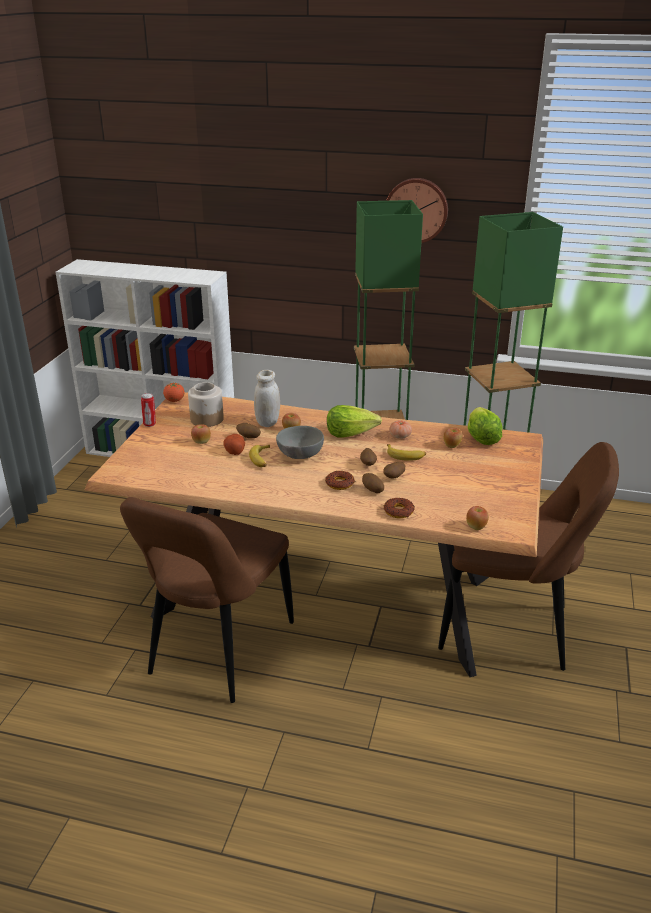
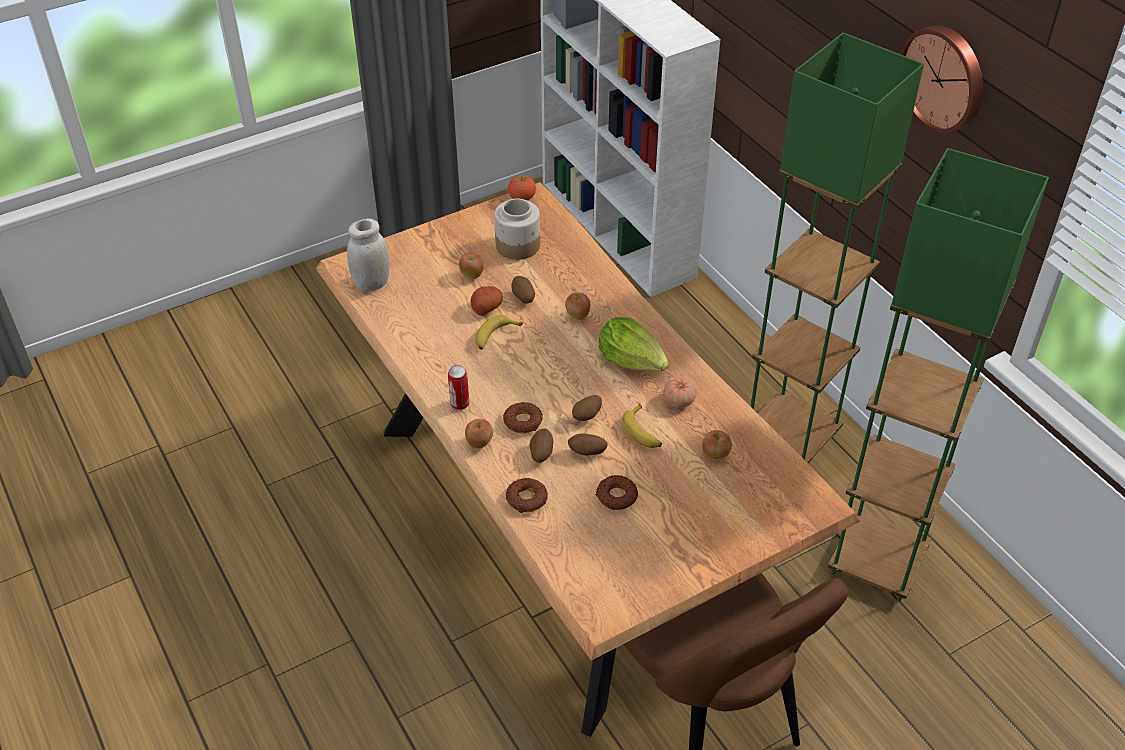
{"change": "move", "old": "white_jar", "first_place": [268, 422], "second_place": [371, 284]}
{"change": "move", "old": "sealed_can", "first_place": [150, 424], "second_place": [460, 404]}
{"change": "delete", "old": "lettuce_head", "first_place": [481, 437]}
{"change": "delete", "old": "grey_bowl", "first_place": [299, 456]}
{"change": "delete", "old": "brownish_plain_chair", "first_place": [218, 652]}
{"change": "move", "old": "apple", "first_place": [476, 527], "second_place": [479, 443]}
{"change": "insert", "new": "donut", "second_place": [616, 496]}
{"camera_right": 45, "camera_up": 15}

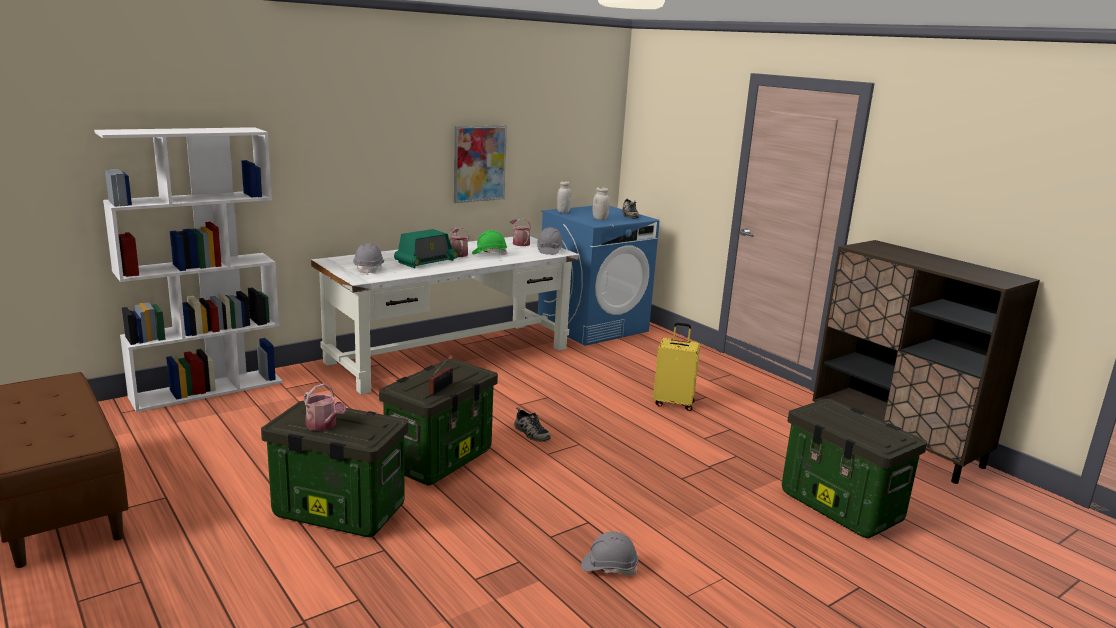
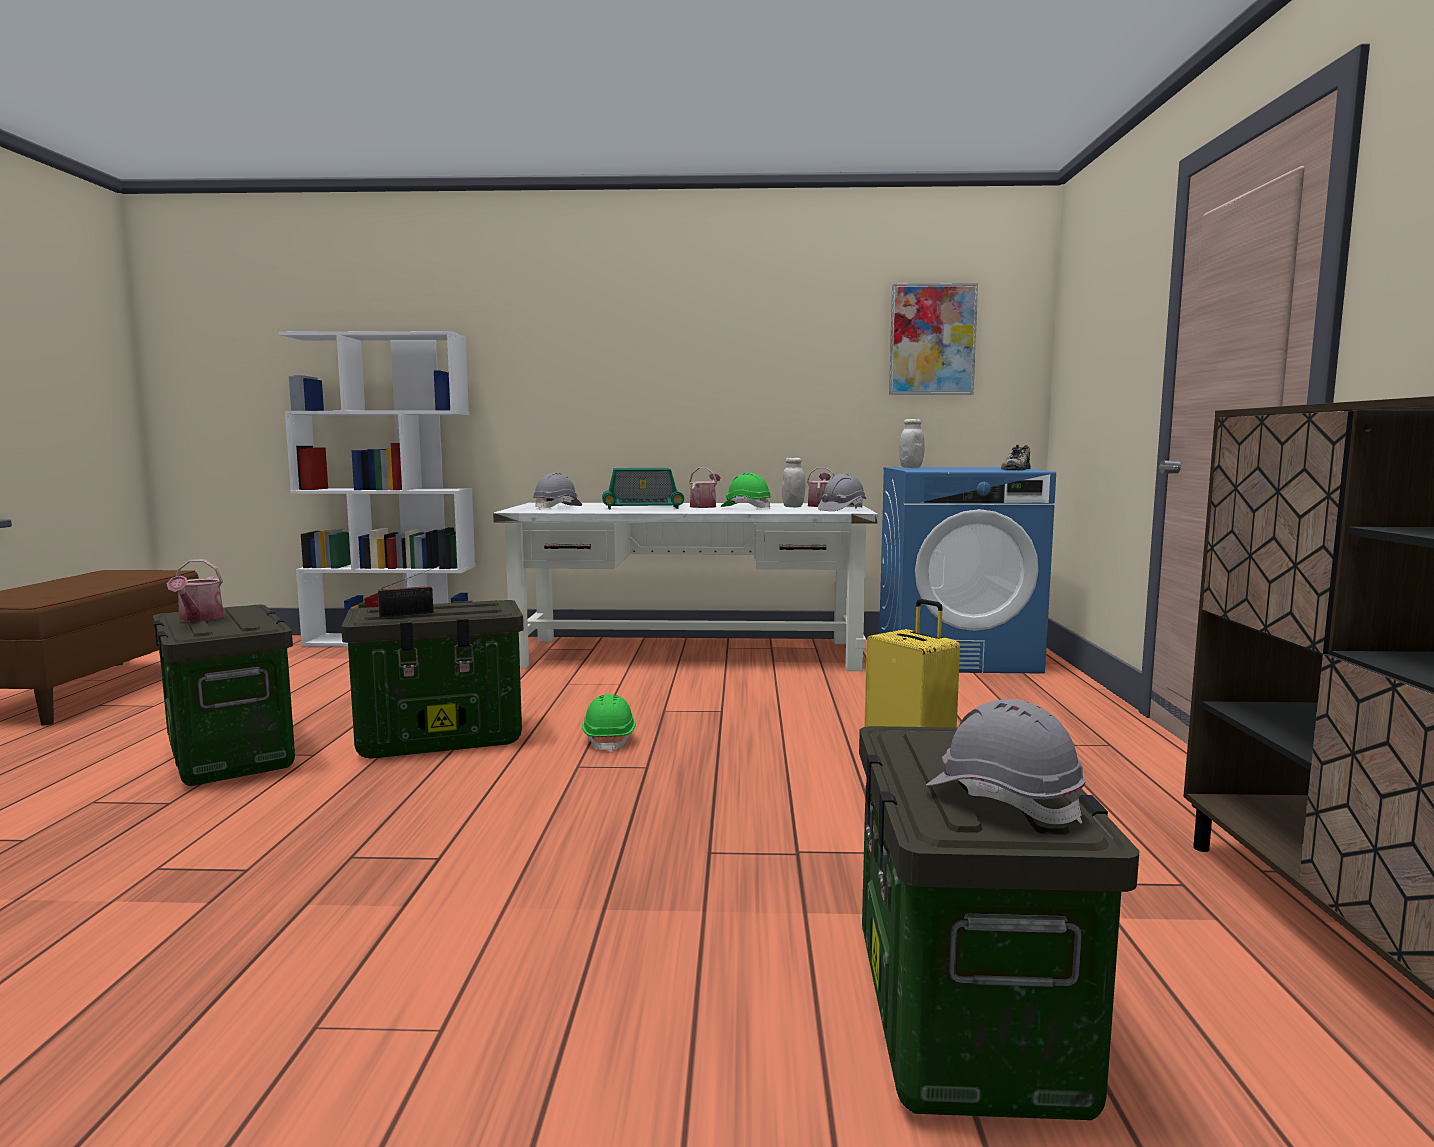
{"change": "move", "old": "wall_art", "first_place": [479, 163], "second_place": [932, 339]}
{"change": "move", "old": "white_jar", "first_place": [600, 219], "second_place": [793, 507]}
{"change": "replace", "old": "low_shoe", "new": "green_work_helmet", "first_place": [530, 433], "second_place": [609, 740]}
{"change": "move", "old": "grey_work_helmet", "first_place": [609, 567], "second_place": [1003, 800]}
{"camera_right": 40, "camera_up": -10}

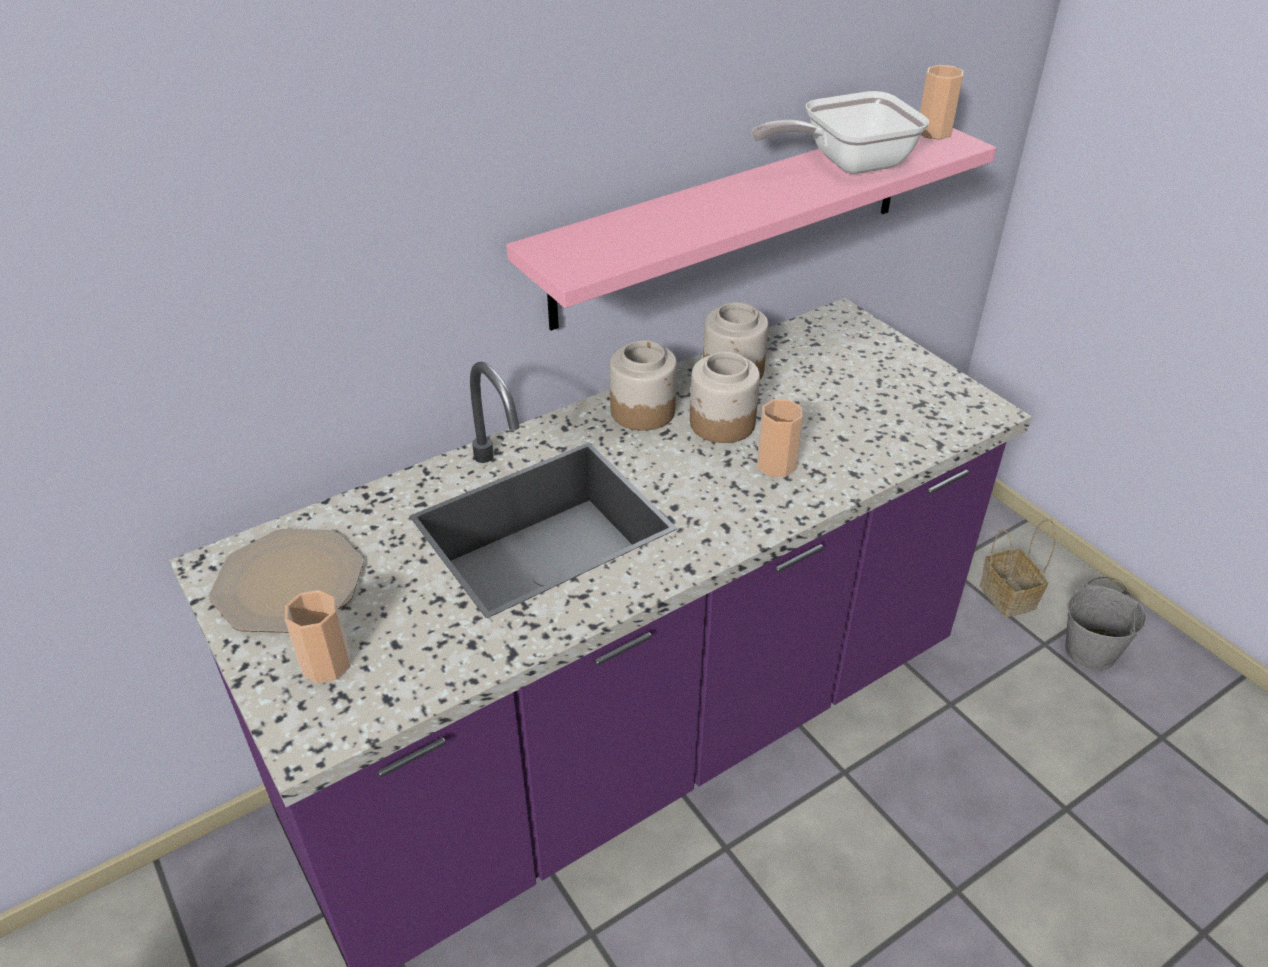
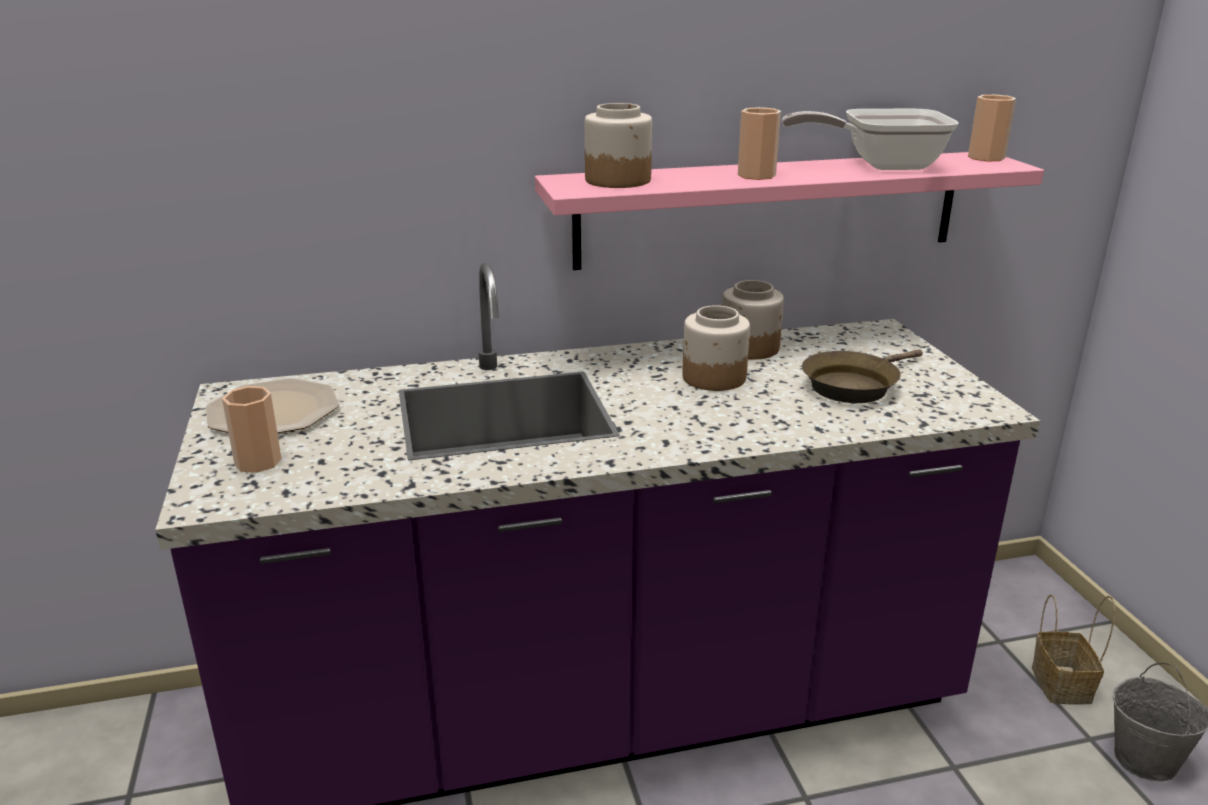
{"change": "move", "old": "jar", "first_place": [643, 410], "second_place": [618, 180]}
{"change": "move", "old": "cup", "first_place": [776, 465], "second_place": [756, 175]}
{"change": "insert", "new": "brownish_frying_pan", "second_place": [854, 385]}
{"camera_right": 20, "camera_up": -15}

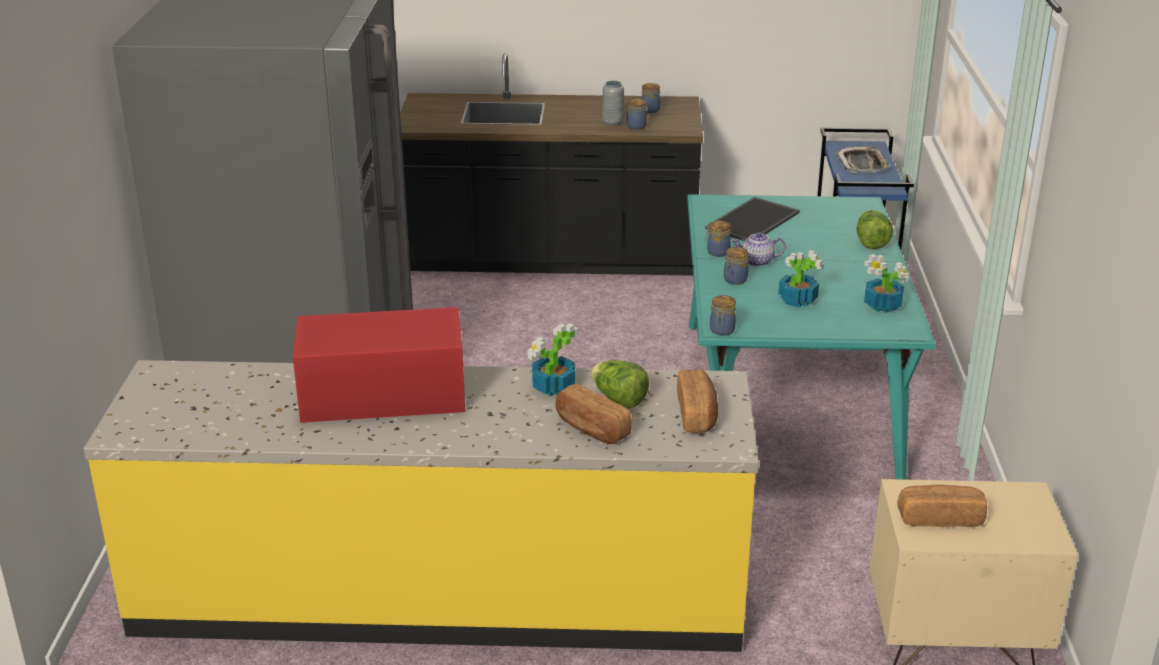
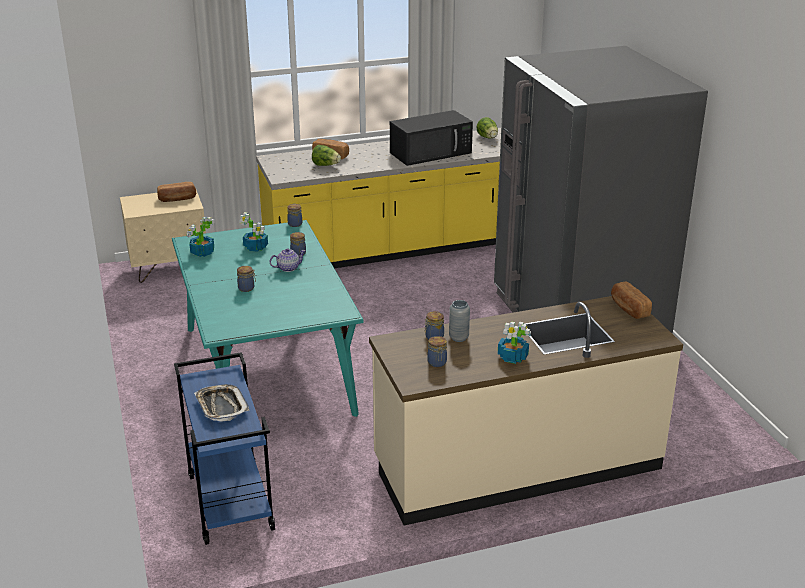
{"change": "recolor", "old": "black-coloured_counter", "new": "sand-coloured_counter", "first_place": [551, 259], "second_place": [516, 465]}
{"change": "delete", "old": "carrying_tray", "first_place": [752, 220]}
{"change": "move", "old": "lettuce_head", "first_place": [871, 242], "second_place": [488, 138]}
{"change": "move", "old": "jar", "first_place": [717, 252], "second_place": [247, 288]}
{"change": "recolor", "old": "reddish_kitchen_microwave", "new": "black-coloured_kitchen_microwave", "first_place": [380, 395], "second_place": [431, 152]}
{"change": "move", "old": "plant_in_a_pot", "first_place": [552, 387], "second_place": [513, 357]}
{"change": "move", "old": "bakery_bread", "first_place": [697, 414], "second_place": [628, 309]}
{"camera_right": 160, "camera_up": 0}

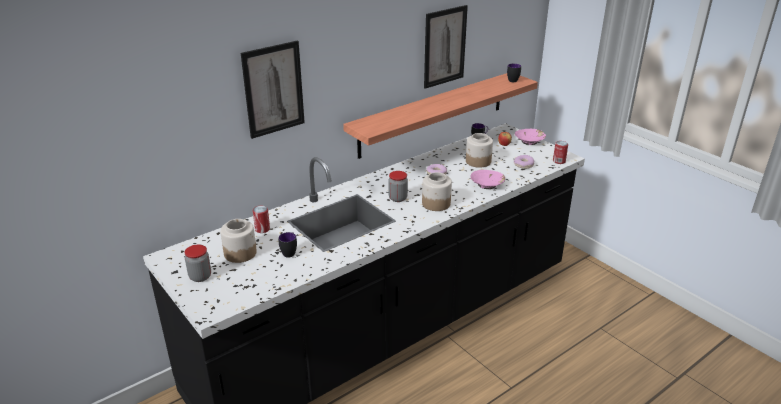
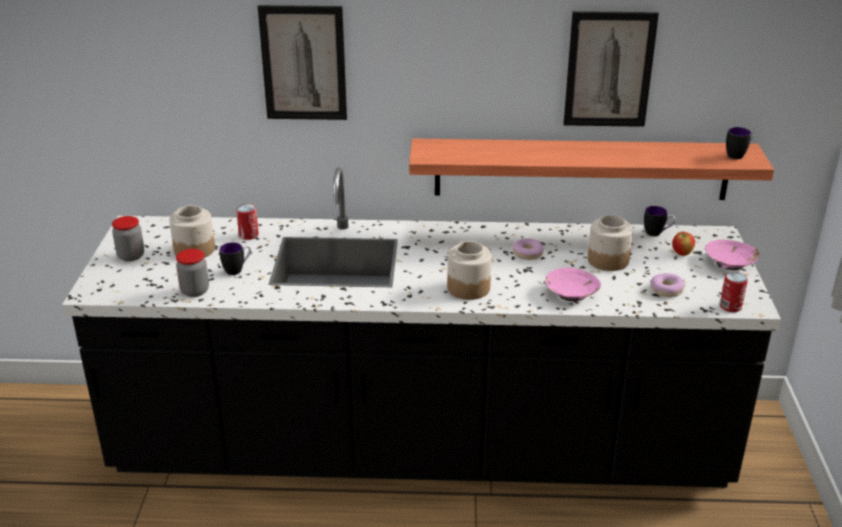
{"change": "move", "old": "jar", "first_place": [398, 198], "second_place": [195, 291]}
{"camera_right": 40, "camera_up": 0}

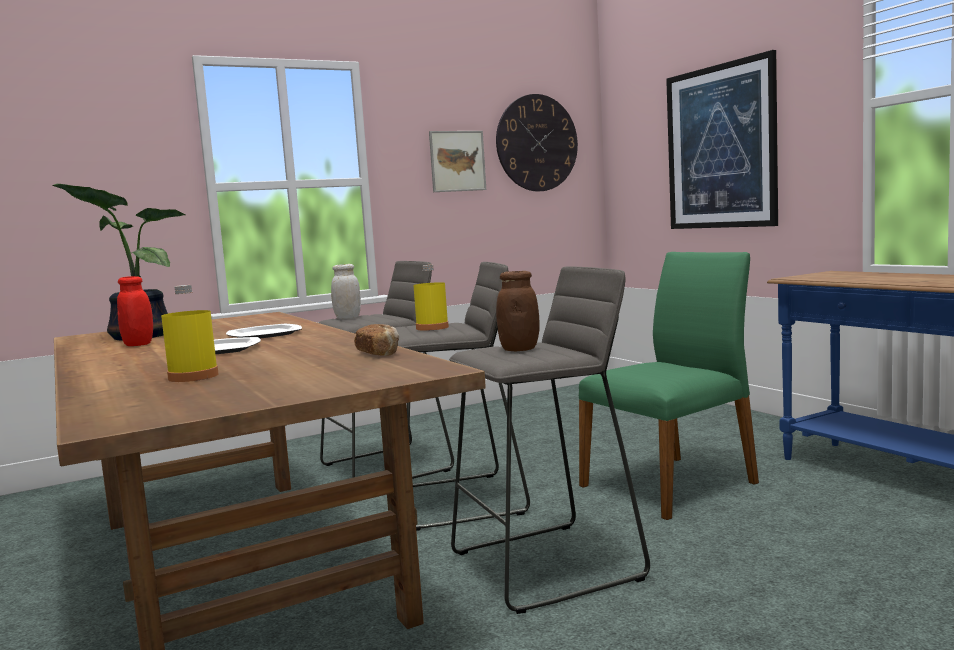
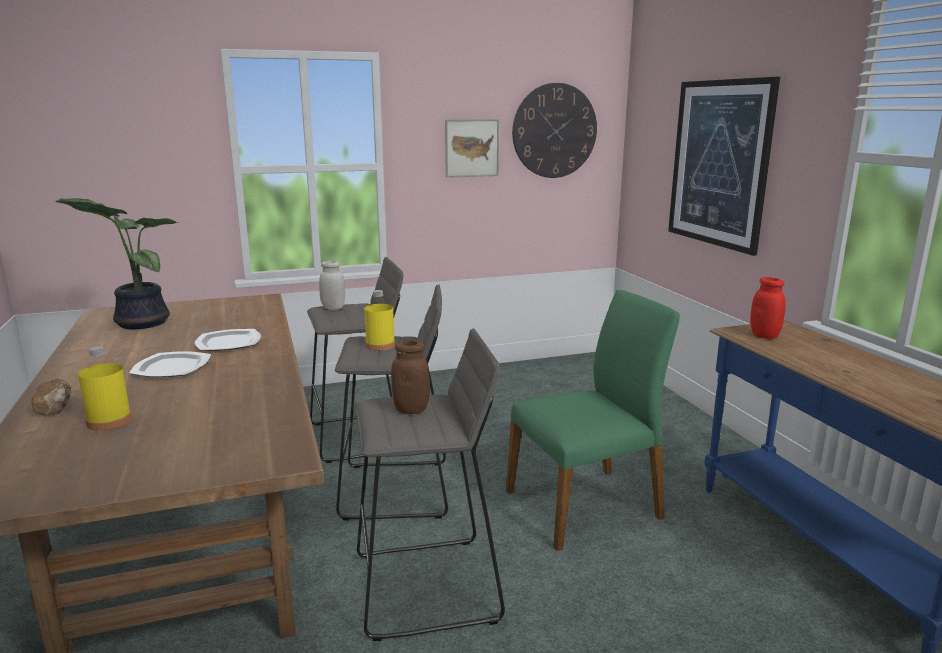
{"change": "move", "old": "reddish_jar", "first_place": [138, 344], "second_place": [764, 335]}
{"change": "move", "old": "bakery_bread", "first_place": [379, 353], "second_place": [55, 408]}
{"camera_right": 10, "camera_up": 10}

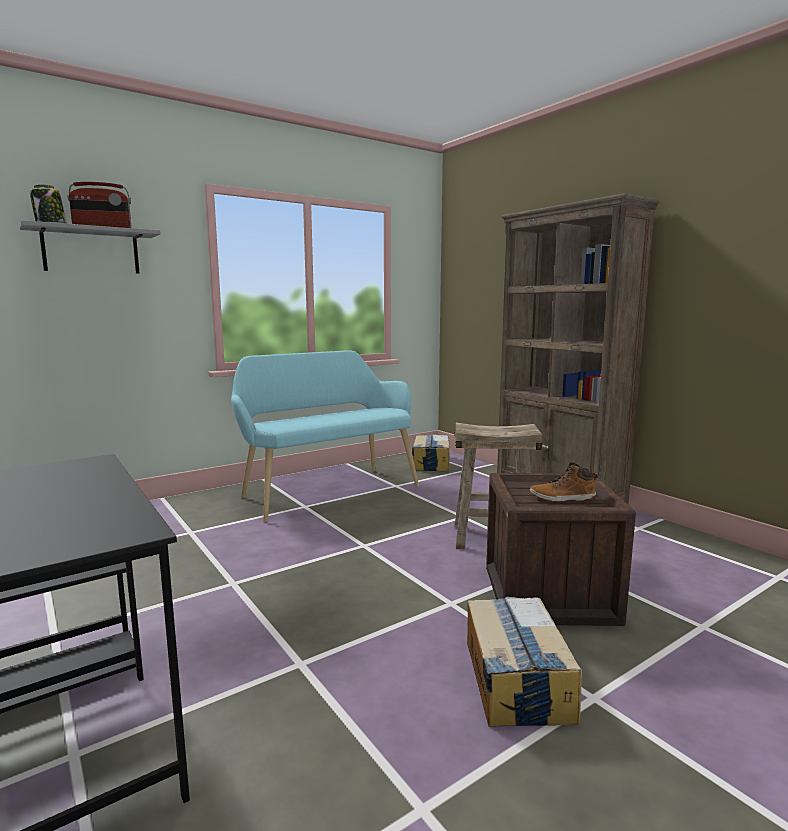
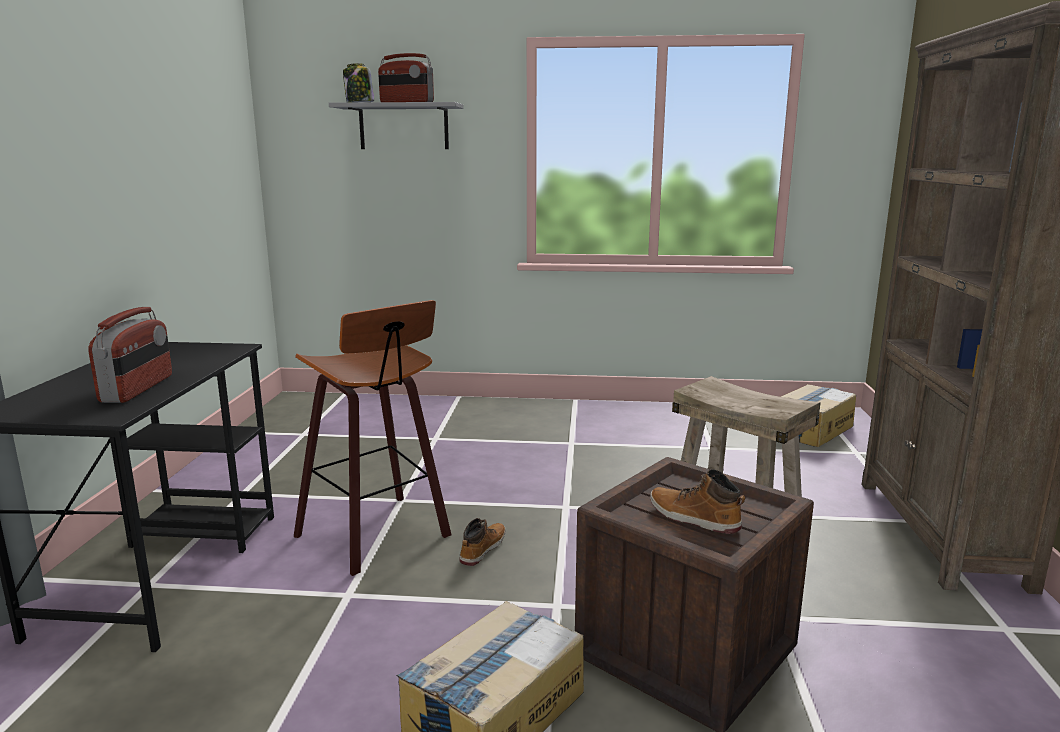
{"change": "delete", "old": "turquoise-coloured_indoor_bench", "first_place": [326, 490]}
{"change": "insert", "new": "sitting_stool", "second_place": [379, 536]}
{"change": "insert", "new": "radio", "second_place": [138, 388]}
{"change": "insert", "new": "boot", "second_place": [482, 549]}
{"camera_right": 40, "camera_up": 5}

